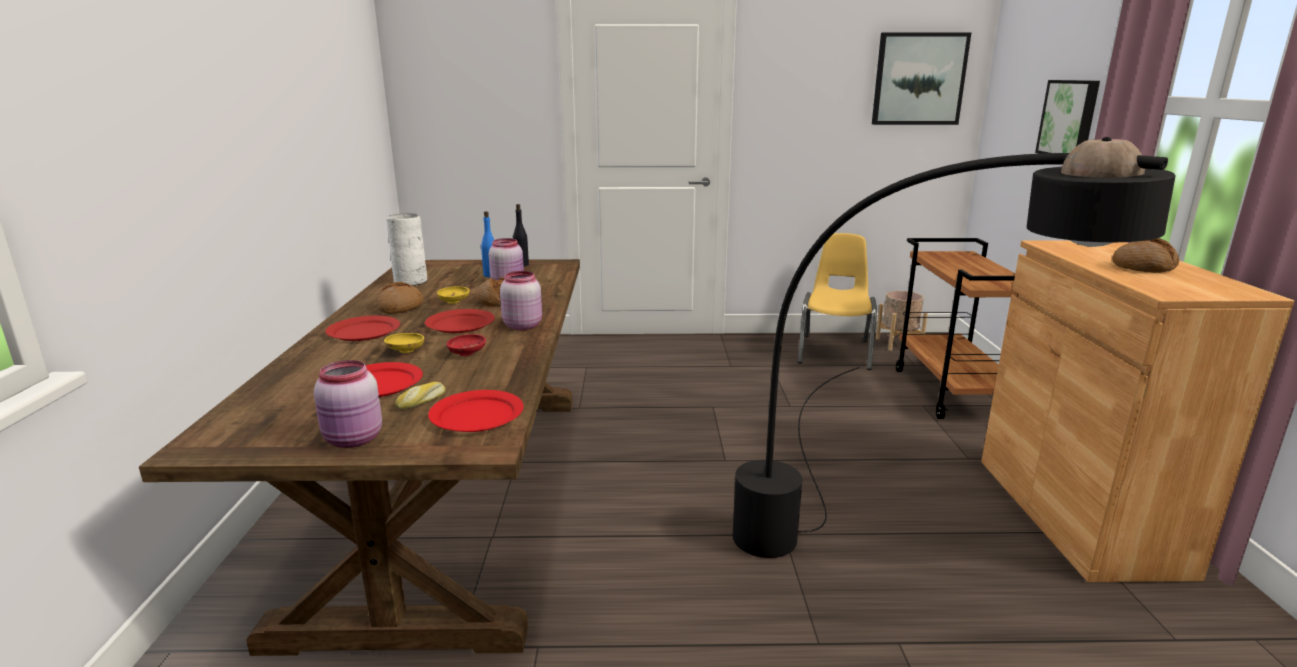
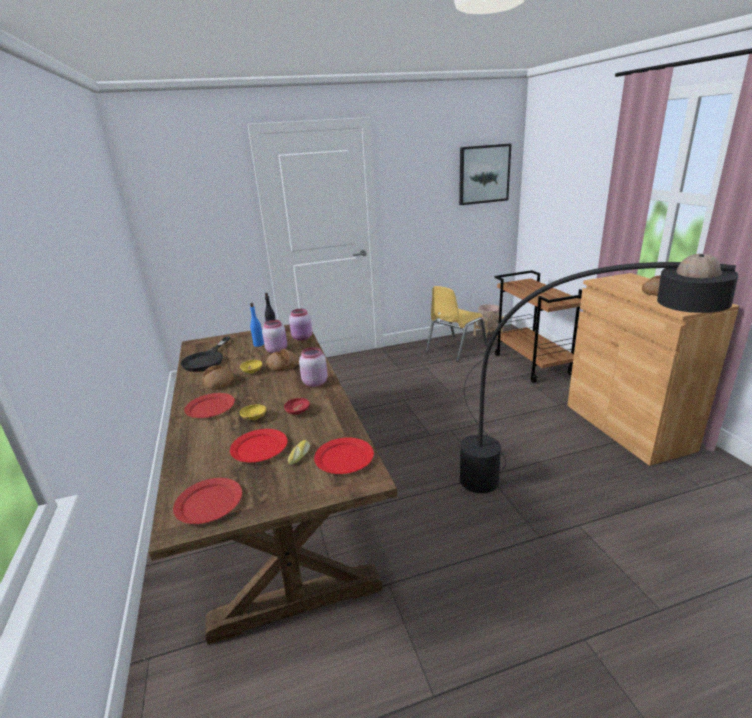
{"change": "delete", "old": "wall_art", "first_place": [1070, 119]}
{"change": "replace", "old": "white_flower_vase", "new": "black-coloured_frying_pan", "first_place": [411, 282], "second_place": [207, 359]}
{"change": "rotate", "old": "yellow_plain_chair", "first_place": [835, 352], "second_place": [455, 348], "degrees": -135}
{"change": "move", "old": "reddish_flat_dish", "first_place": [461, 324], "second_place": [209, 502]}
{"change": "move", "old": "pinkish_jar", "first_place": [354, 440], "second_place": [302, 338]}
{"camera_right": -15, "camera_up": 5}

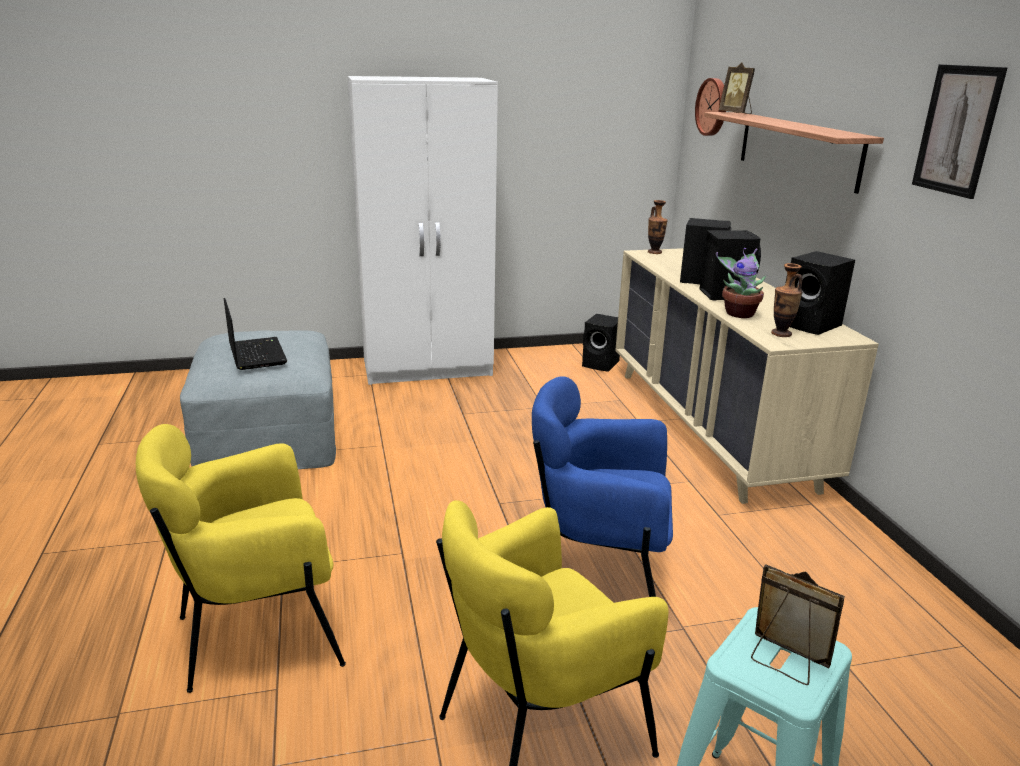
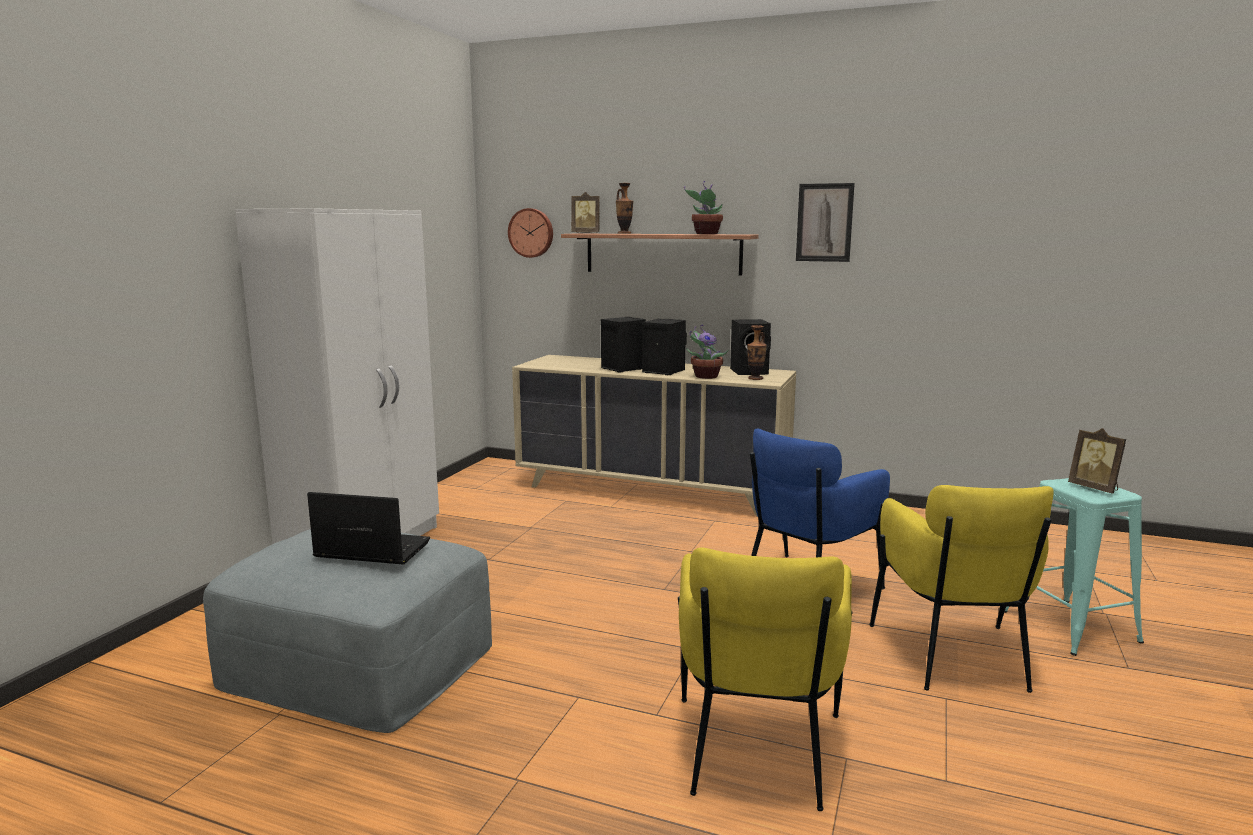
{"change": "move", "old": "flower_vase", "first_place": [654, 252], "second_place": [624, 233]}
{"change": "delete", "old": "black-coloured_loudspeaker", "first_place": [601, 364]}
{"change": "rotate", "old": "photo_frame", "first_place": [785, 662], "second_place": [1095, 488], "degrees": -105}
{"change": "insert", "new": "plant_in_a_pot", "second_place": [705, 234]}
{"camera_right": -55, "camera_up": -10}

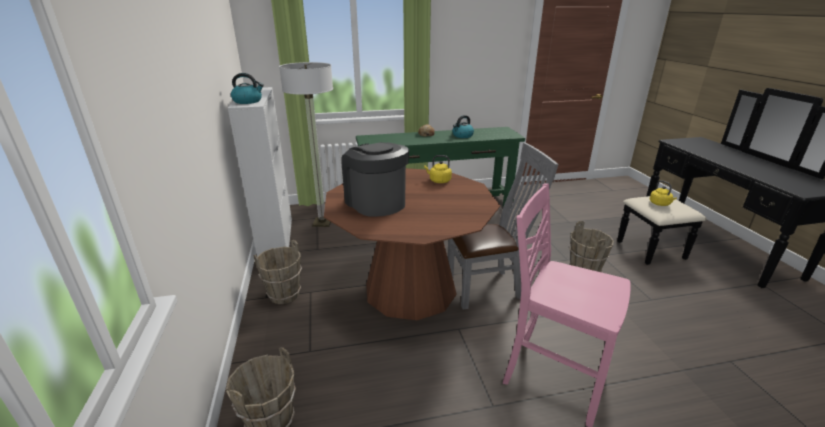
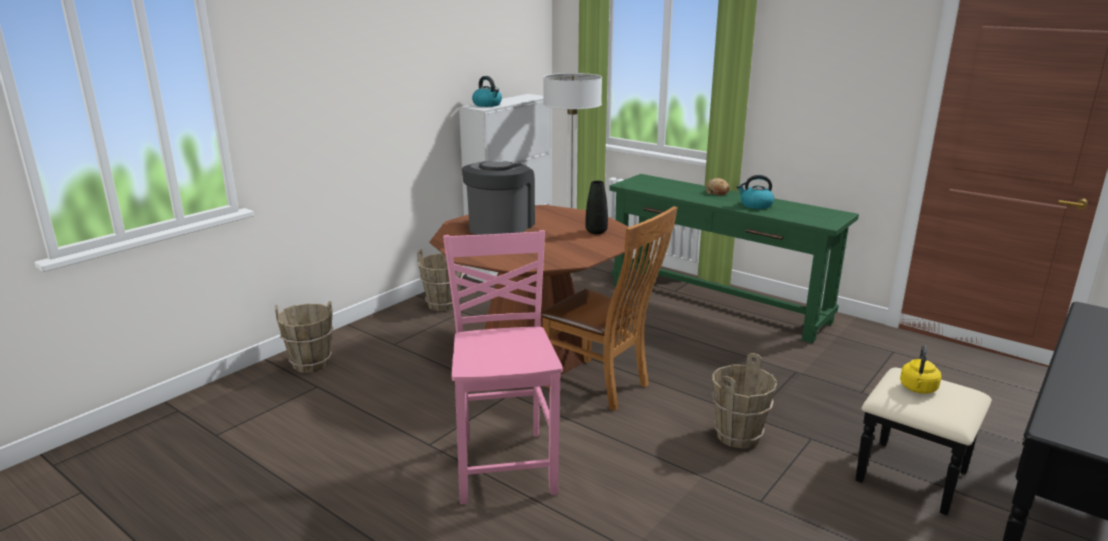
{"change": "recolor", "old": "grey_plain_chair", "new": "brownish_plain_chair", "first_place": [488, 287], "second_place": [602, 386]}
{"change": "replace", "old": "yellow_water_kettle", "new": "black-coloured_flower_vase", "first_place": [438, 181], "second_place": [596, 232]}
{"camera_right": 50, "camera_up": -5}

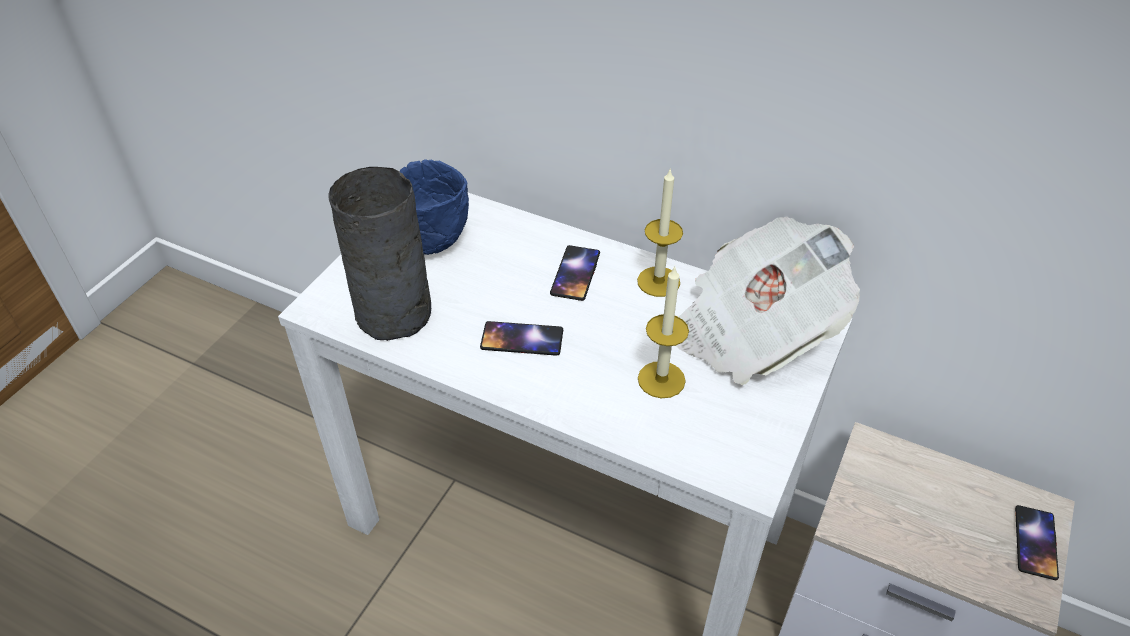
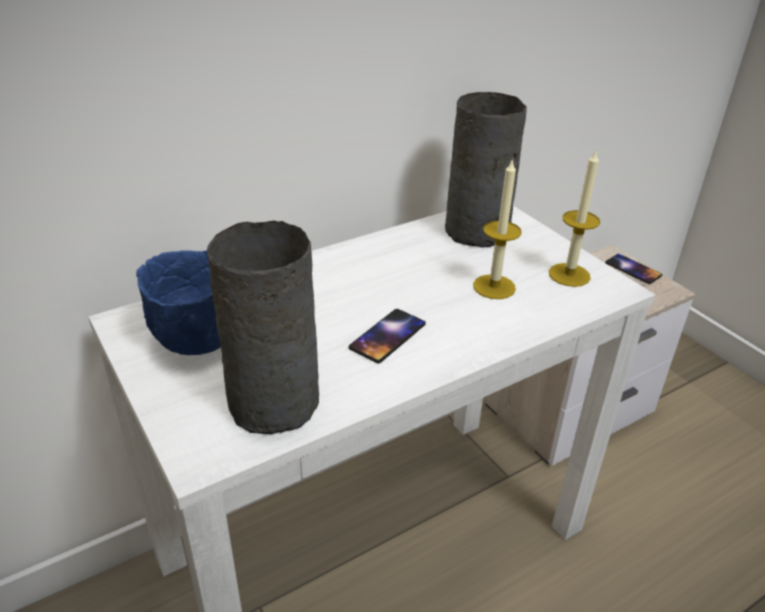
{"change": "move", "old": "wax_light", "first_place": [658, 281], "second_place": [569, 275]}
{"change": "replace", "old": "newspaper", "new": "grey_flower_vase", "first_place": [752, 330], "second_place": [477, 232]}
{"change": "delete", "old": "telephone", "first_place": [575, 273]}
{"camera_right": -60, "camera_up": -10}

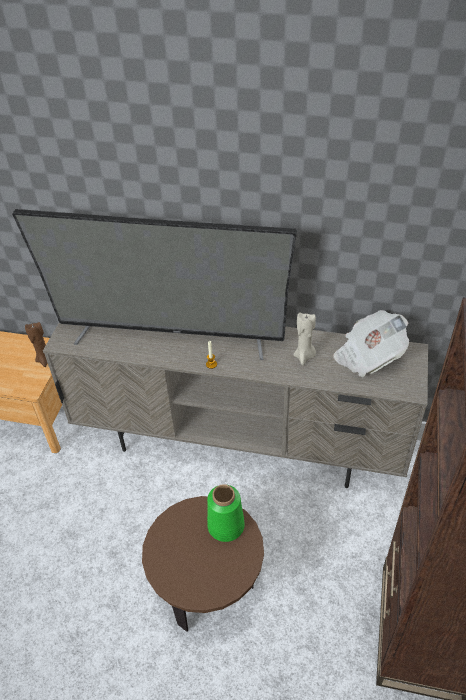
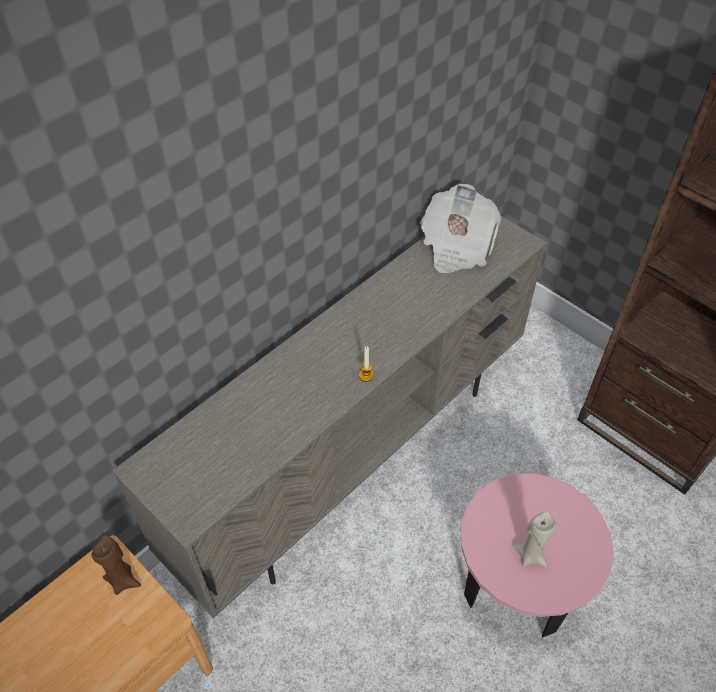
{"change": "delete", "old": "television", "first_place": [170, 336]}
{"change": "move", "old": "sand-coloured_wax_light", "first_place": [304, 356], "second_place": [530, 555]}
{"change": "delete", "old": "green_flower_vase", "first_place": [226, 526]}
{"change": "recolor", "old": "brownish_accent_table", "new": "pinkish_accent_table", "first_place": [209, 589], "second_place": [518, 584]}
{"camera_right": -60, "camera_up": 5}

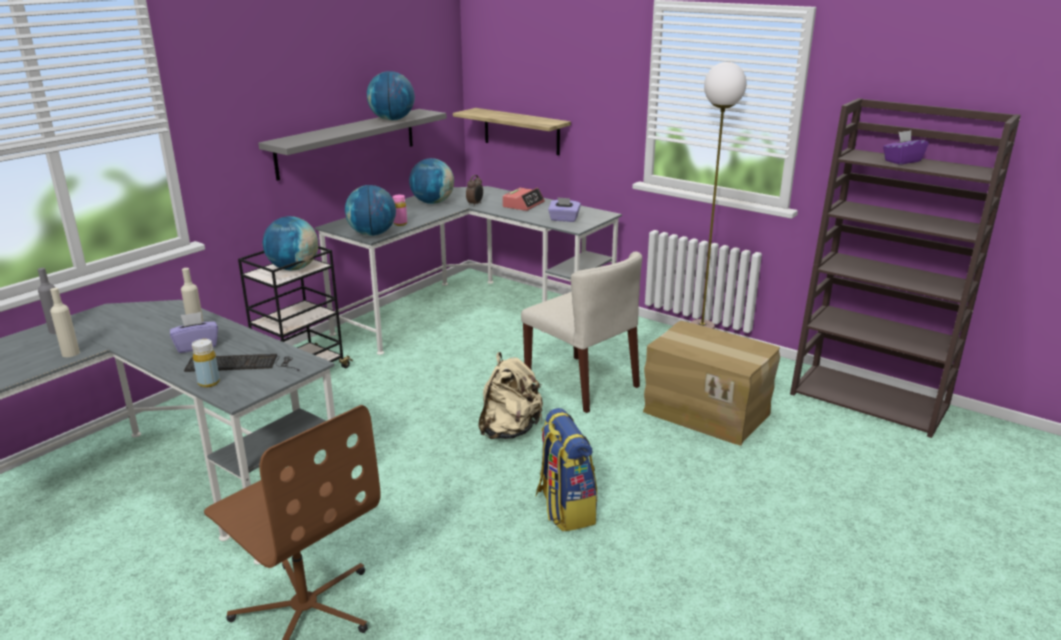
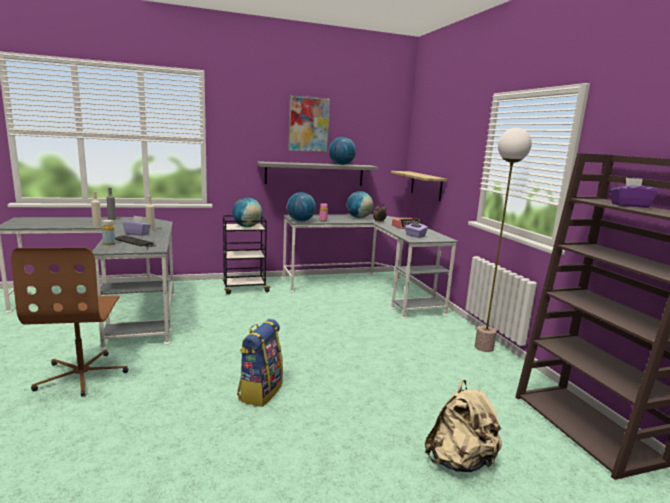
{"change": "delete", "old": "sand-coloured_plain_chair", "first_place": [582, 383]}
{"change": "delete", "old": "carton", "first_place": [707, 411]}
{"change": "move", "old": "sand-coloured_rucksack", "first_place": [509, 430], "second_place": [460, 461]}
{"change": "insert", "new": "wall_art", "second_place": [308, 124]}
{"camera_right": 35, "camera_up": -10}

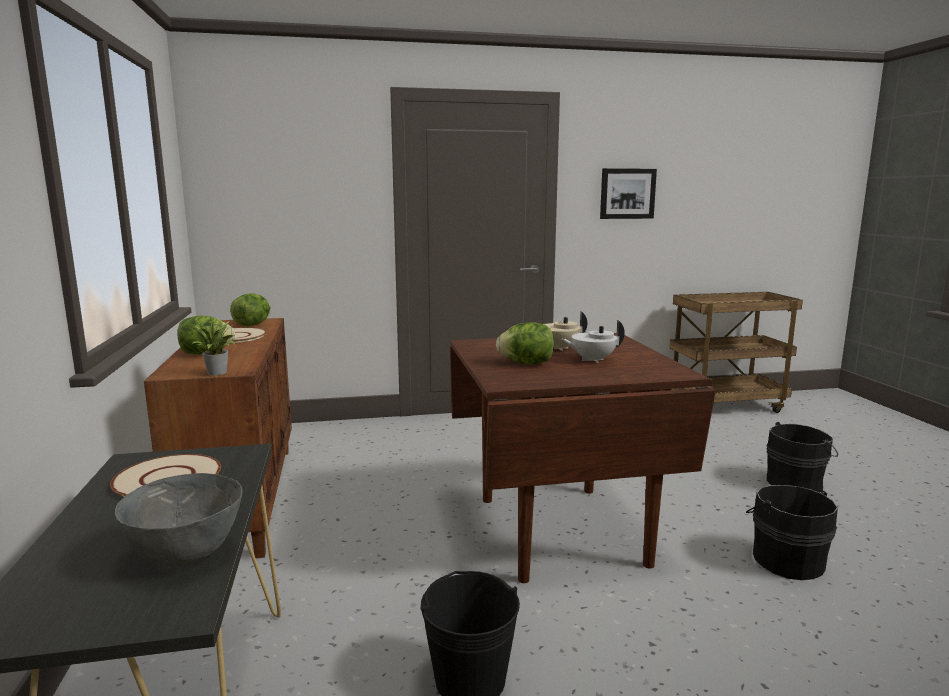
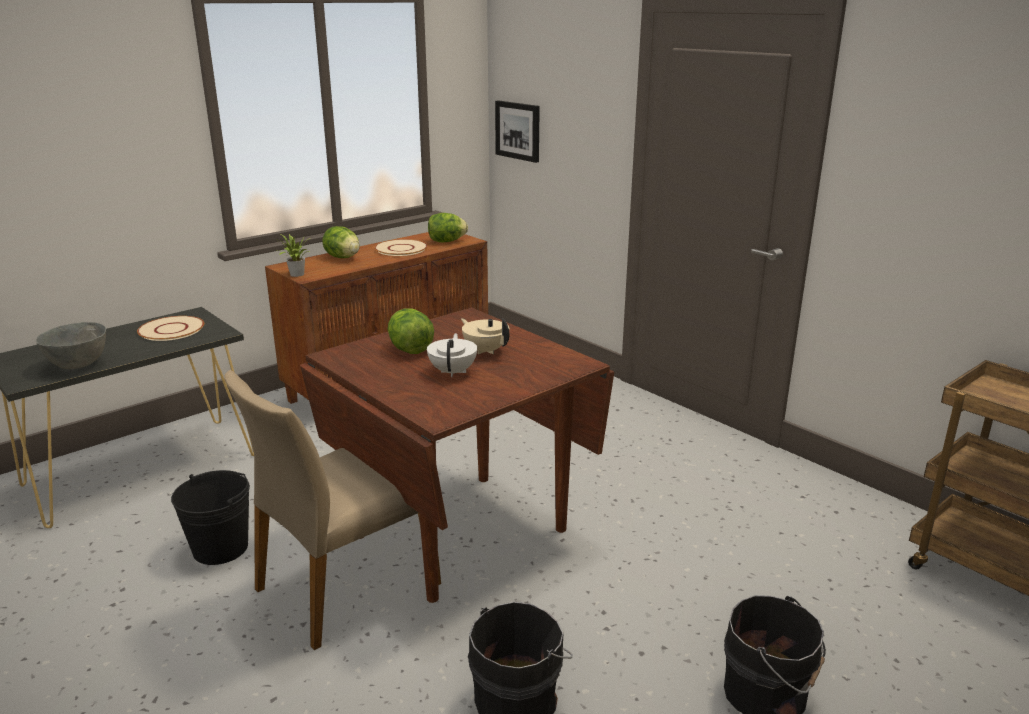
{"change": "move", "old": "wall_art", "first_place": [627, 193], "second_place": [518, 130]}
{"change": "rotate", "old": "white_teapot", "first_place": [592, 360], "second_place": [453, 371], "degrees": 45}
{"change": "insert", "new": "sand-coloured_plain_chair", "second_place": [344, 586]}
{"camera_right": 60, "camera_up": 10}

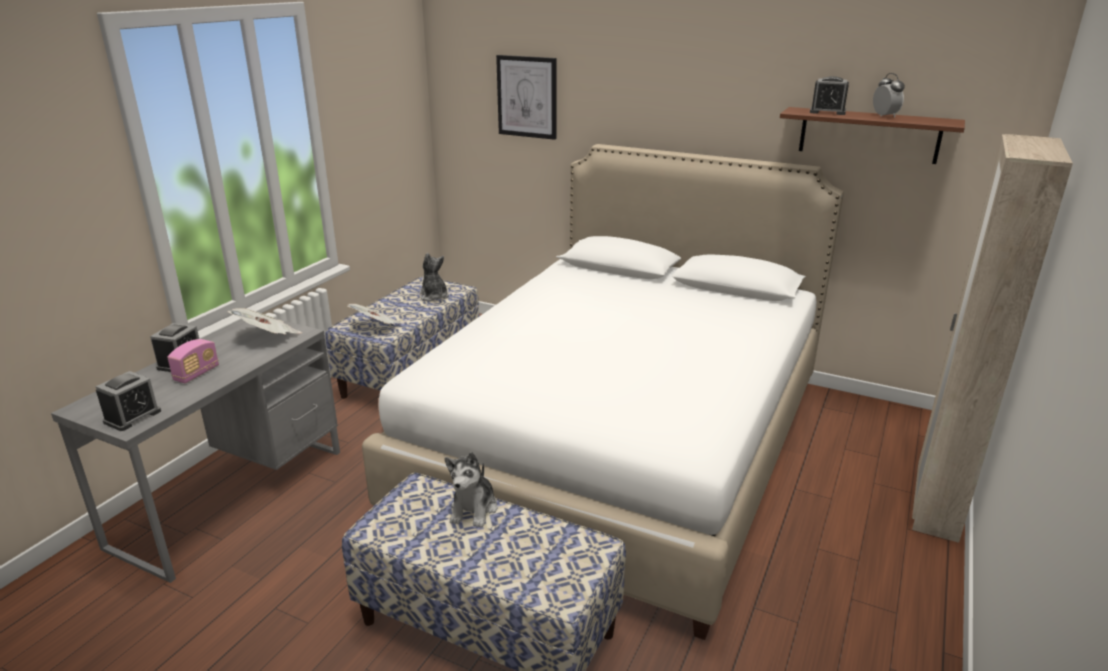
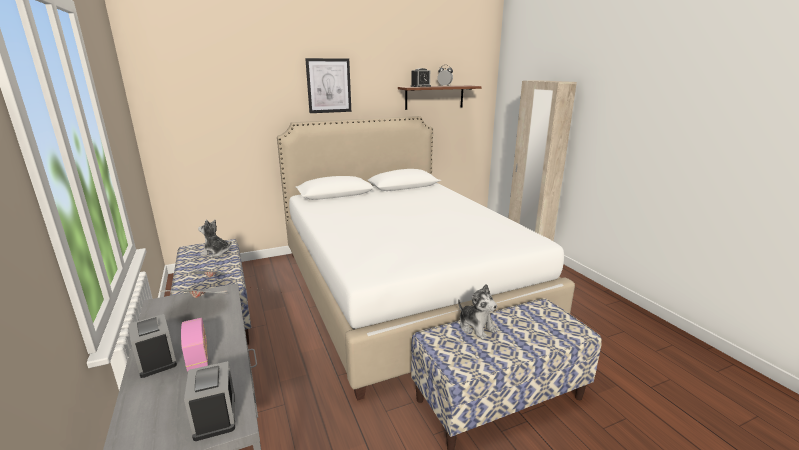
{"change": "move", "old": "wall_art", "first_place": [527, 97], "second_place": [329, 85]}
{"camera_right": -50, "camera_up": -5}

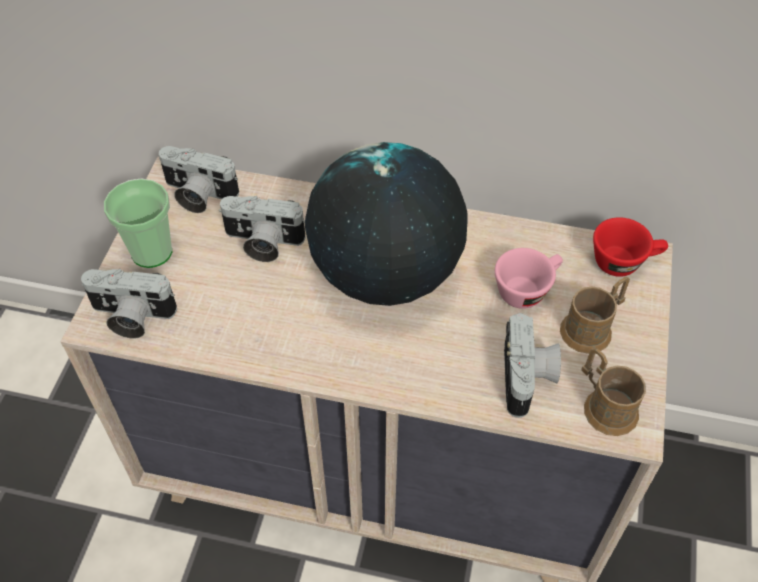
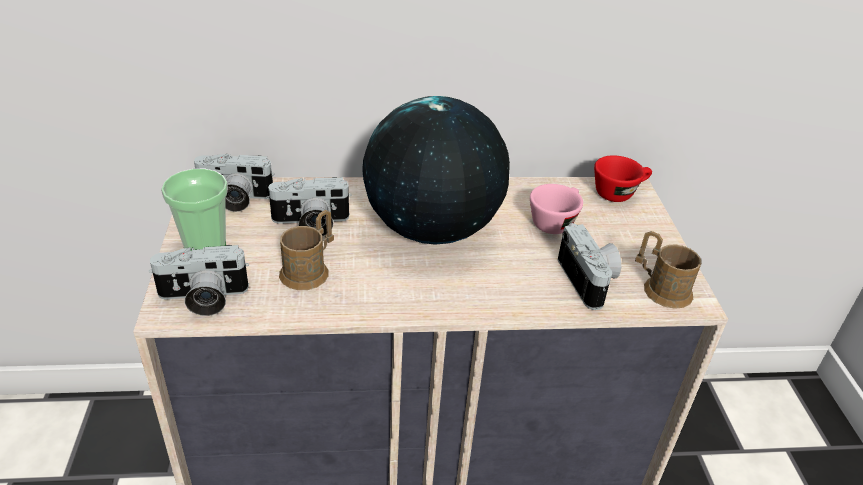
{"change": "move", "old": "brownish_coffee_mug", "first_place": [592, 328], "second_place": [309, 270]}
{"camera_right": -20, "camera_up": -15}

